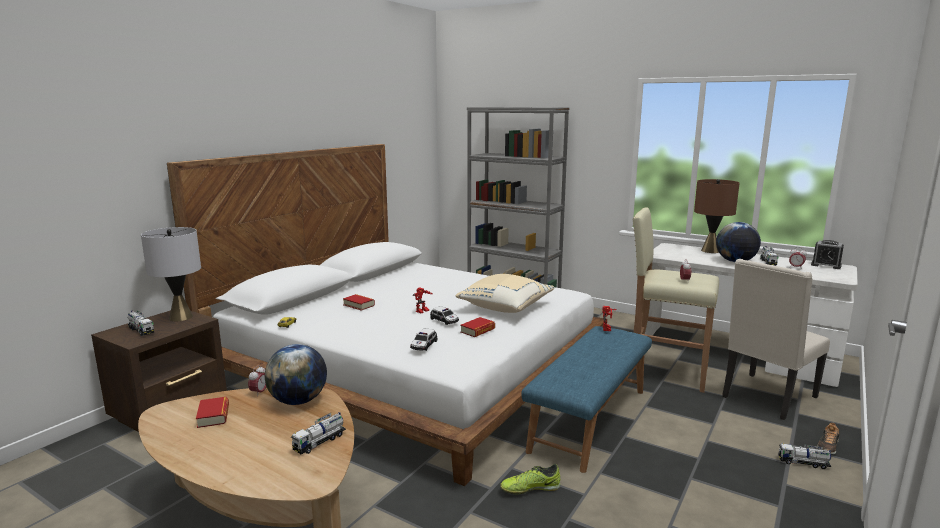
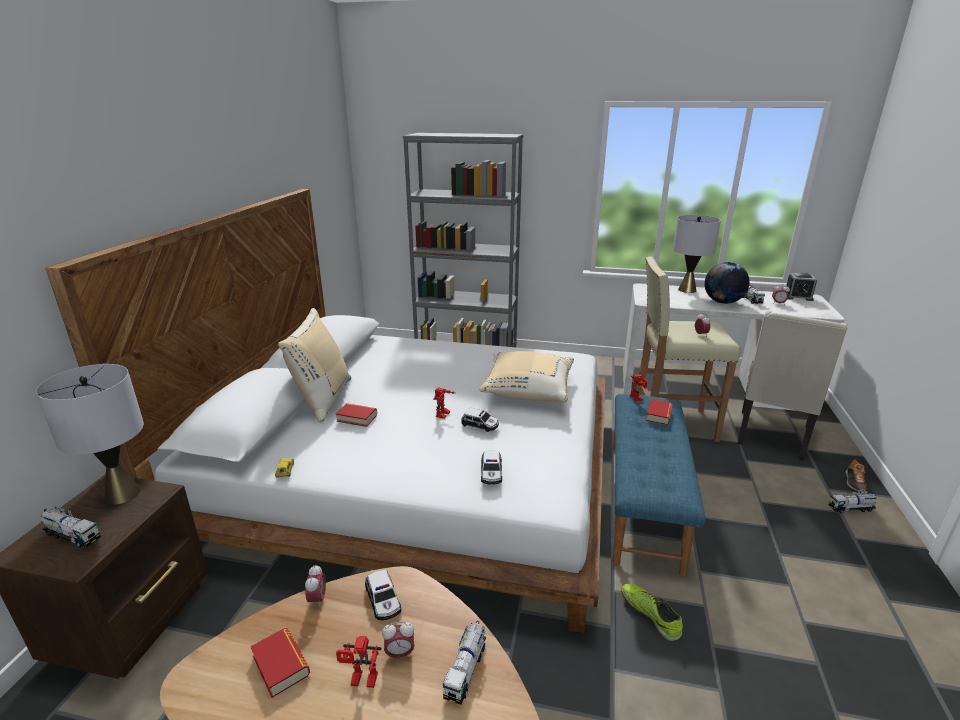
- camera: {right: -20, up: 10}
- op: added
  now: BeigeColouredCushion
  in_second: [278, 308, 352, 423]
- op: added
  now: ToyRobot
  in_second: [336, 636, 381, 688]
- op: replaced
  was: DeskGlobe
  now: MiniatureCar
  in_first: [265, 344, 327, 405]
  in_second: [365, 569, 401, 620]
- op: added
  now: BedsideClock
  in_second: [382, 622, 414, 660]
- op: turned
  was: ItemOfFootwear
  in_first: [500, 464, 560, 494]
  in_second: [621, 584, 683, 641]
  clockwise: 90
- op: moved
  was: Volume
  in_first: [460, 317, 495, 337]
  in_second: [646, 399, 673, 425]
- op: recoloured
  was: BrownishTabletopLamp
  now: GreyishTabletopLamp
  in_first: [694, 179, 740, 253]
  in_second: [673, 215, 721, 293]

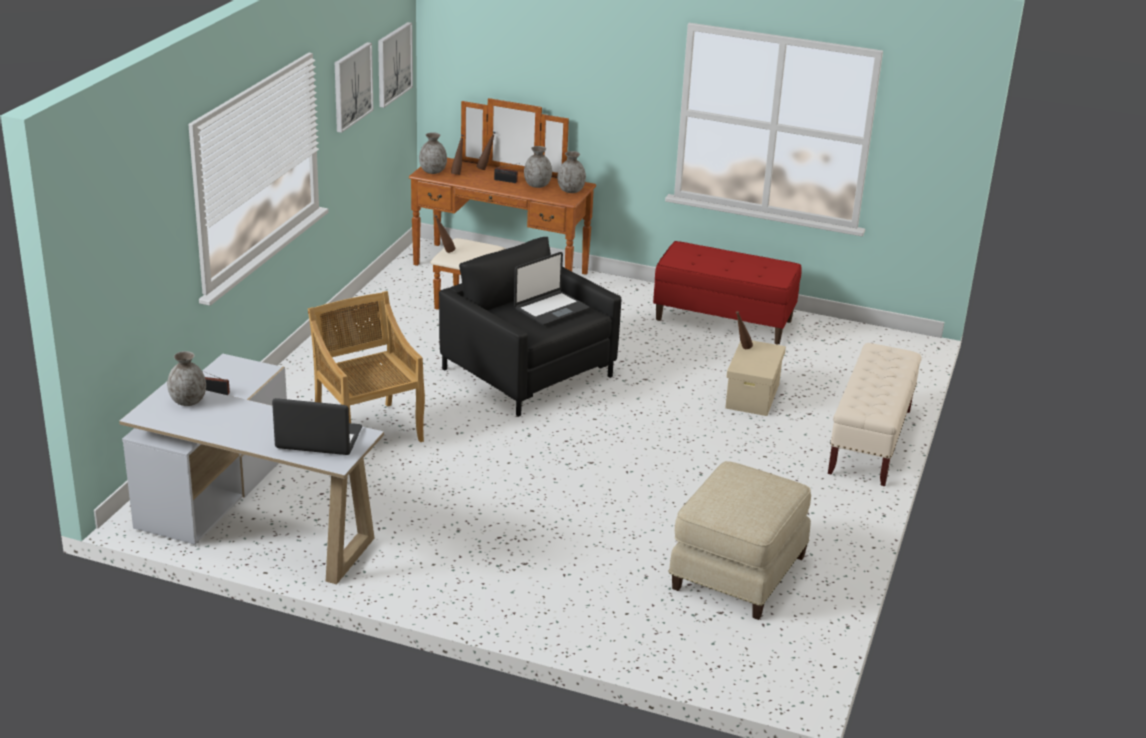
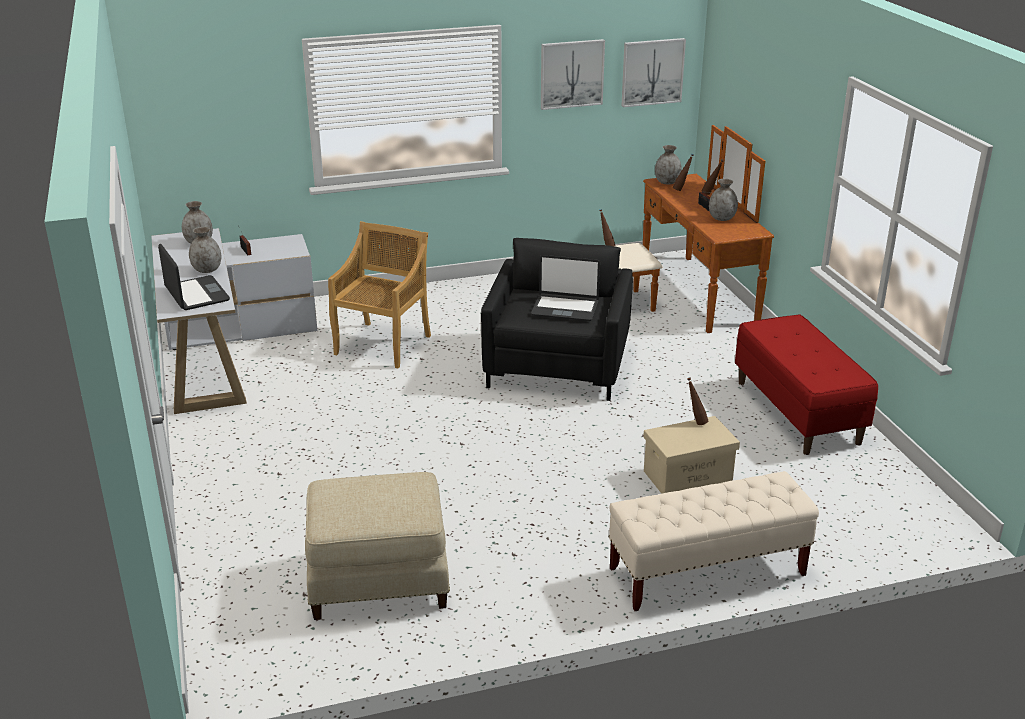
- camera: {right: 55, up: 0}
- op: moved
  was: GreyishVase
  in_first: [557, 151, 586, 193]
  in_second: [189, 227, 221, 273]

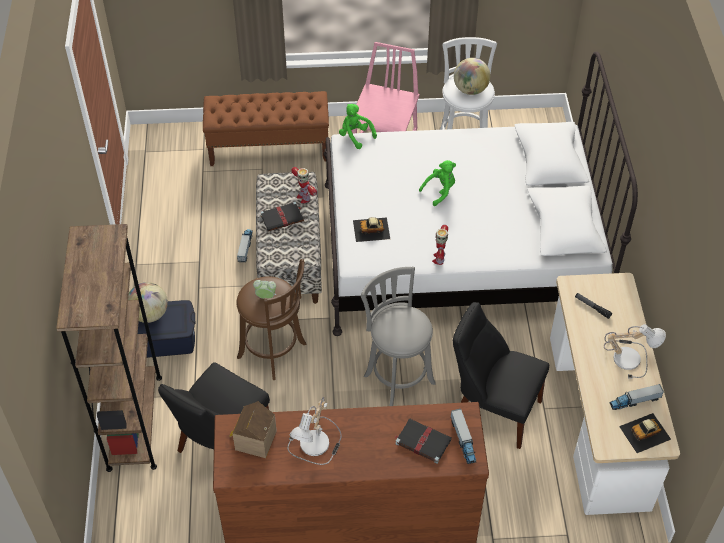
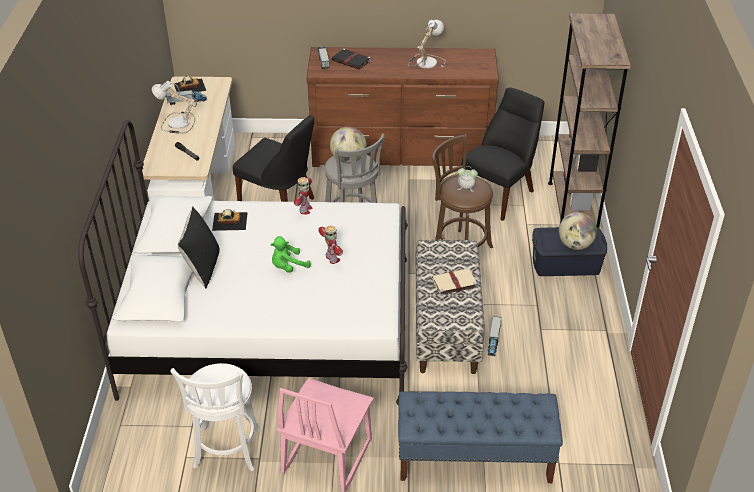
- camera: {right: -175, up: -10}
- op: added
  now: BlackishCushion
  in_second: [178, 206, 220, 289]
- op: moved
  was: MiniatureCar
  in_first: [353, 217, 390, 242]
  in_second: [212, 209, 248, 231]
- op: moved
  was: ToyRobot
  in_first: [291, 167, 317, 203]
  in_second: [318, 225, 343, 264]
- op: moved
  was: DeskGlobe
  in_first: [454, 58, 490, 95]
  in_second: [330, 127, 367, 163]
- op: recoloured
  was: BrownishIndoorBench
  now: BluishIndoorBench
  in_first: [203, 91, 329, 166]
  in_second: [398, 391, 563, 483]
- op: recoloured
  was: BlackishVolume
  now: BeigeColouredVolume
  in_first: [260, 202, 304, 231]
  in_second: [432, 268, 478, 295]
- op: removed
  was: ModelHouse
  in_first: [229, 401, 277, 458]
- op: removed
  was: GreenColouredSoftToy
  in_first: [339, 104, 377, 149]

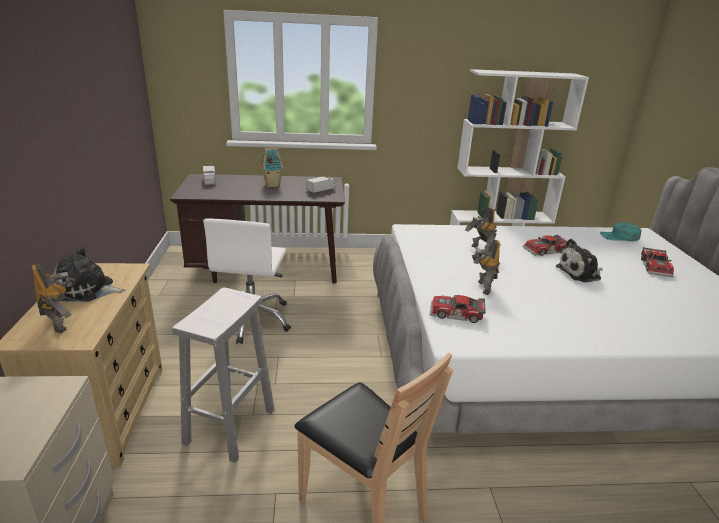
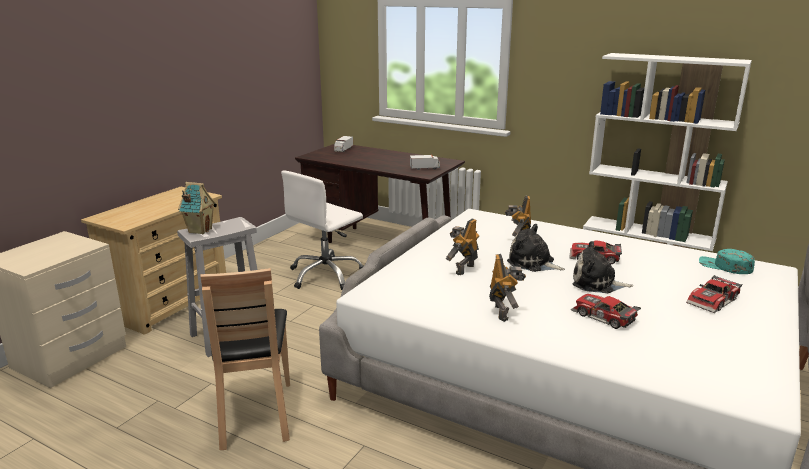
- camera: {right: 35, up: -5}
- op: moved
  was: ModelHouse
  in_first: [261, 148, 283, 187]
  in_second: [178, 182, 216, 235]
- op: moved
  was: ToyRobot
  in_first: [32, 263, 75, 333]
  in_second: [489, 254, 526, 322]
- op: moved
  was: SoftToy
  in_first: [53, 246, 126, 302]
  in_second: [507, 224, 565, 272]
- op: moved
  was: MiniatureCar
  in_first: [430, 295, 486, 323]
  in_second: [571, 294, 641, 329]

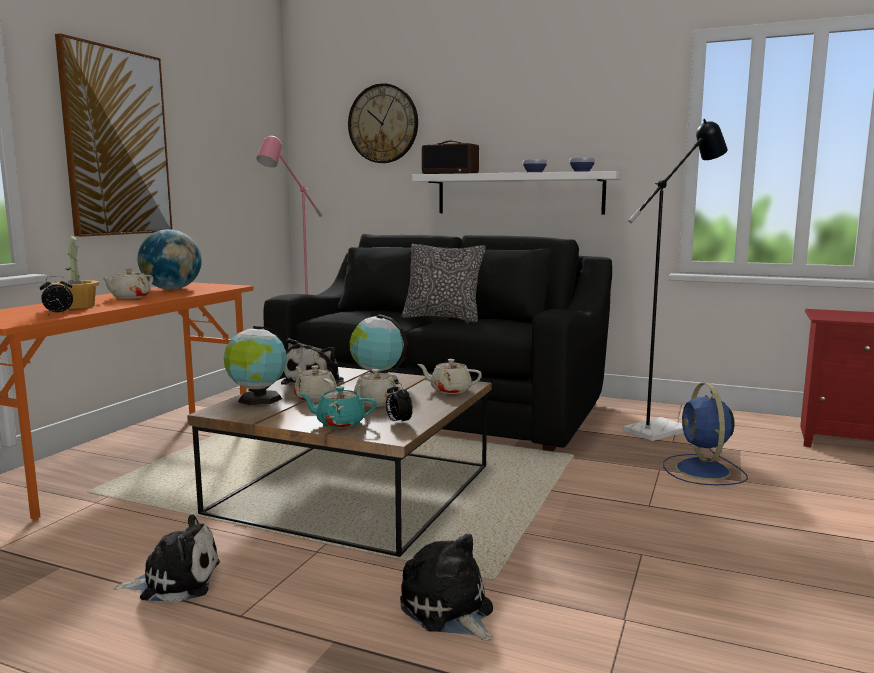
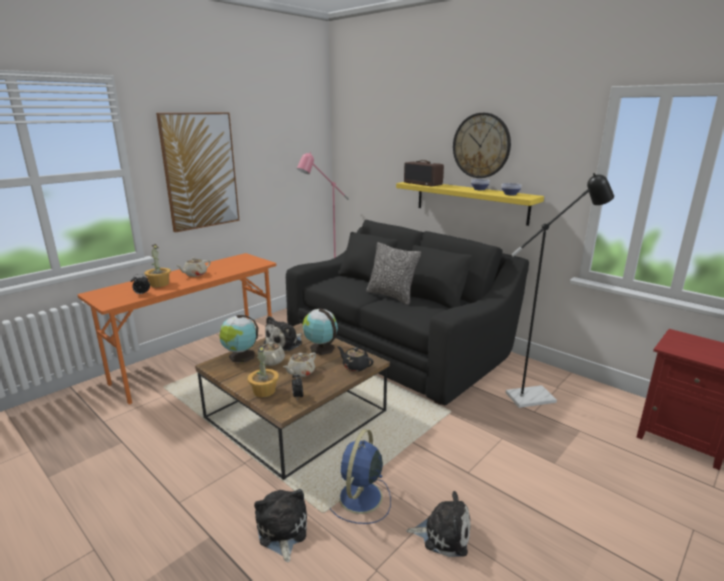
- camera: {right: 20, up: 10}
- op: replaced
  was: TurquoisePotForTea
  now: PottedPlant
  in_first: [300, 386, 377, 428]
  in_second: [248, 345, 279, 397]
- op: moved
  was: BluishElectricFan
  in_first: [663, 383, 748, 485]
  in_second: [330, 429, 391, 524]
- op: recoloured
  was: BeigeColouredPotForTea
  now: BlackishPotForTea
  in_first: [417, 359, 482, 394]
  in_second: [337, 346, 374, 372]
- op: recoloured
  was: WhitishWallShelf
  now: YellowWallShelf
  in_first: [412, 171, 622, 214]
  in_second: [396, 182, 544, 226]
- op: moved
  was: SoftToy
  in_first: [113, 514, 220, 602]
  in_second: [406, 491, 471, 557]
- op: moved
  was: WallClock
  in_first: [348, 83, 418, 163]
  in_second: [453, 113, 511, 178]
- op: removed
  was: DeskGlobe
  in_first: [138, 229, 202, 290]

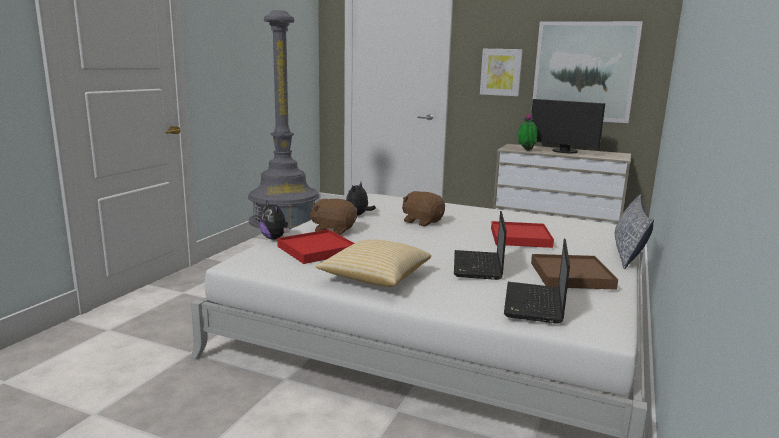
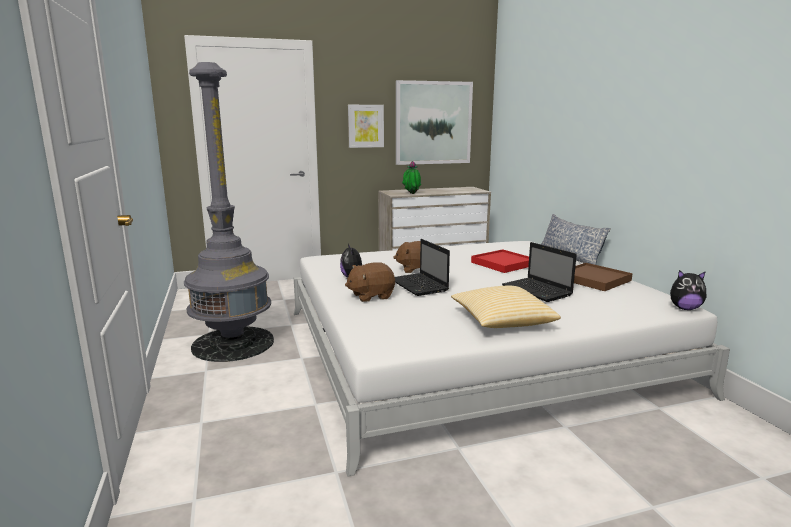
- camera: {right: -40, up: 0}
- op: moved
  was: NotebookComputer
  in_first: [504, 239, 570, 324]
  in_second: [395, 239, 450, 296]
- op: moved
  was: SoftToy
  in_first: [259, 200, 290, 240]
  in_second: [670, 270, 706, 310]
- op: removed
  was: RedColouredServingTray
  in_first: [277, 230, 355, 264]
- op: removed
  was: ComputerScreen
  in_first: [531, 99, 605, 153]

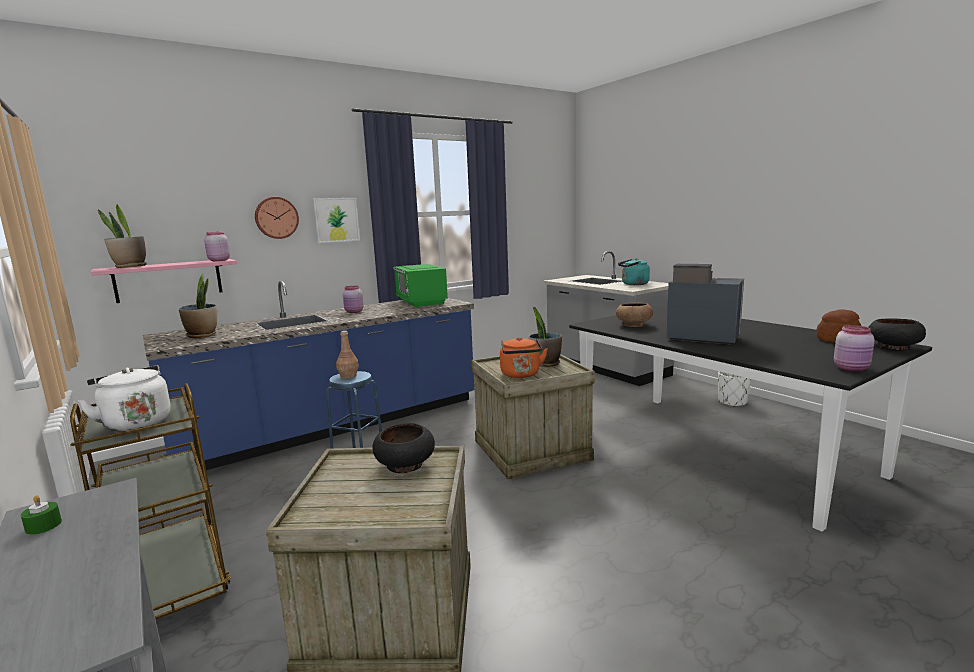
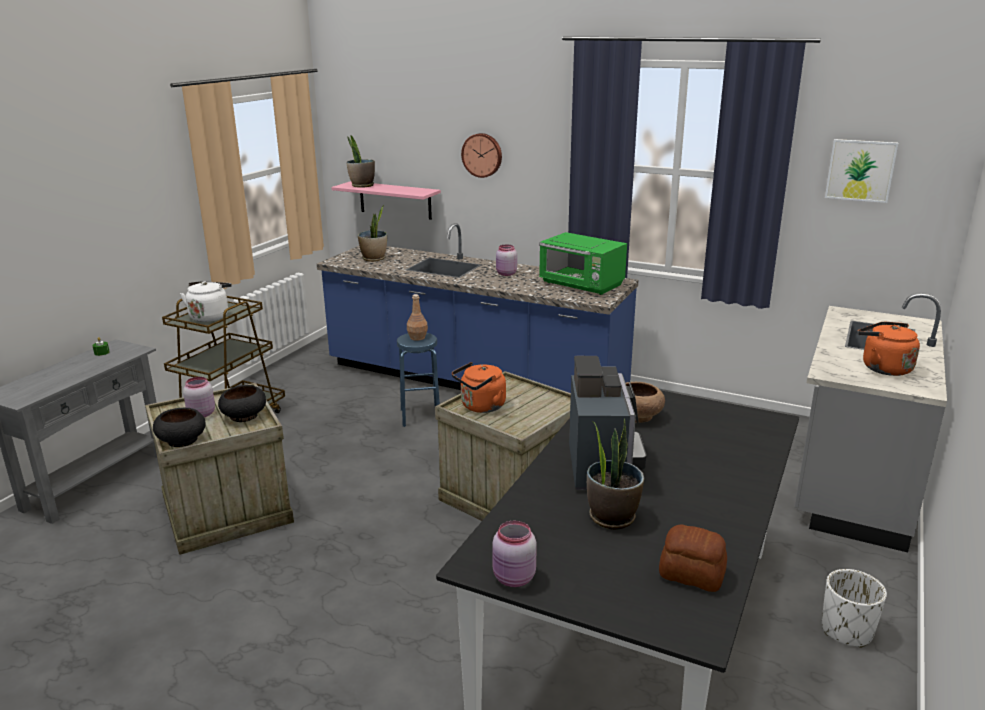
- camera: {right: 60, up: 10}
- op: moved
  was: BlackishDeepDish
  in_first: [868, 318, 926, 351]
  in_second: [153, 408, 206, 447]
- op: moved
  was: PinkishStorageJar
  in_first: [204, 232, 230, 261]
  in_second: [183, 377, 215, 417]
- op: turned
  was: GreenColouredMicrowave
  in_first: [393, 264, 448, 308]
  in_second: [539, 232, 627, 295]
  clockwise: -90
- op: moved
  was: PottedPlant
  in_first: [529, 307, 562, 367]
  in_second: [587, 418, 644, 530]
- op: moved
  was: Picture
  in_first: [313, 198, 360, 243]
  in_second: [825, 139, 898, 203]
- op: recoloured
  was: TurquoiseWaterKettle
  now: OrangeWaterKettle
  in_first: [618, 258, 650, 285]
  in_second: [858, 322, 920, 376]

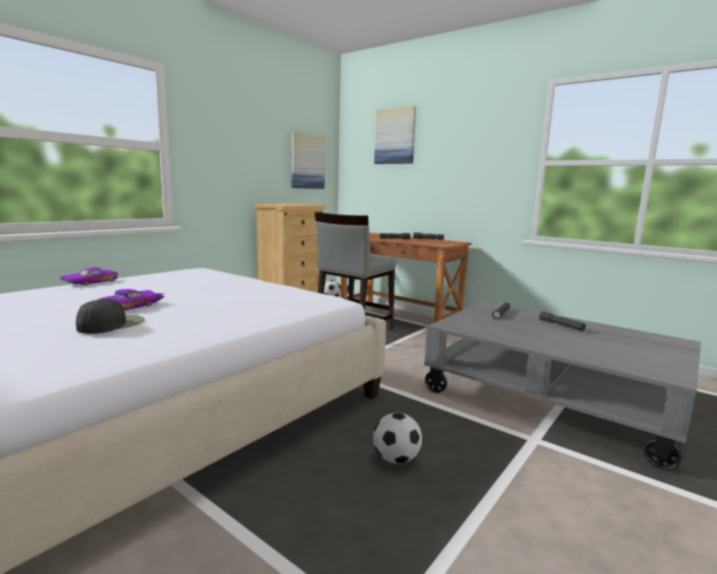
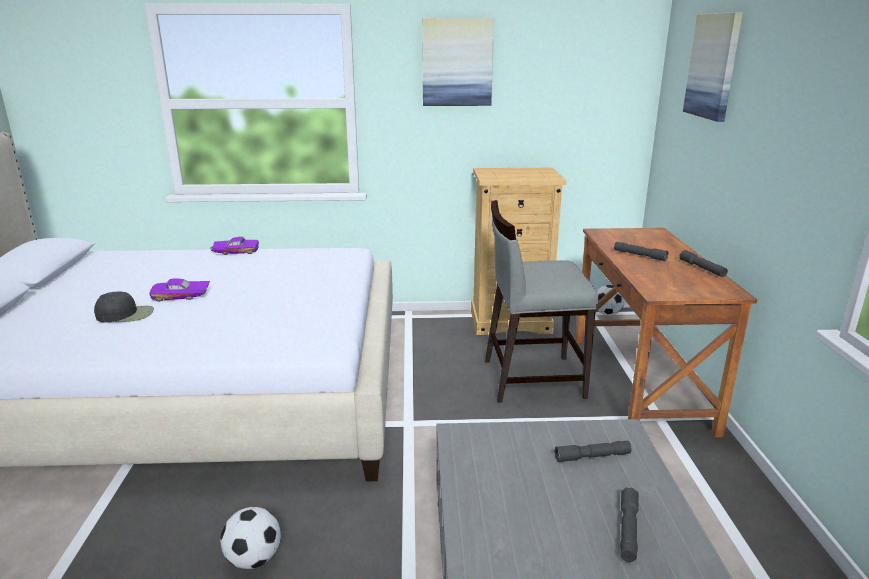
- camera: {right: 50, up: 10}
- op: moved
  was: Picture
  in_first: [291, 133, 325, 189]
  in_second: [422, 18, 494, 106]

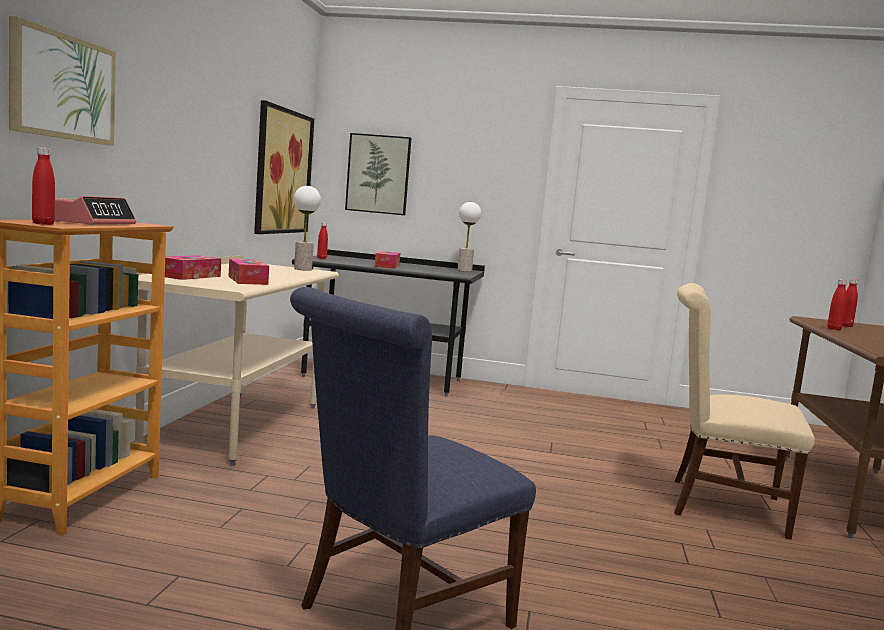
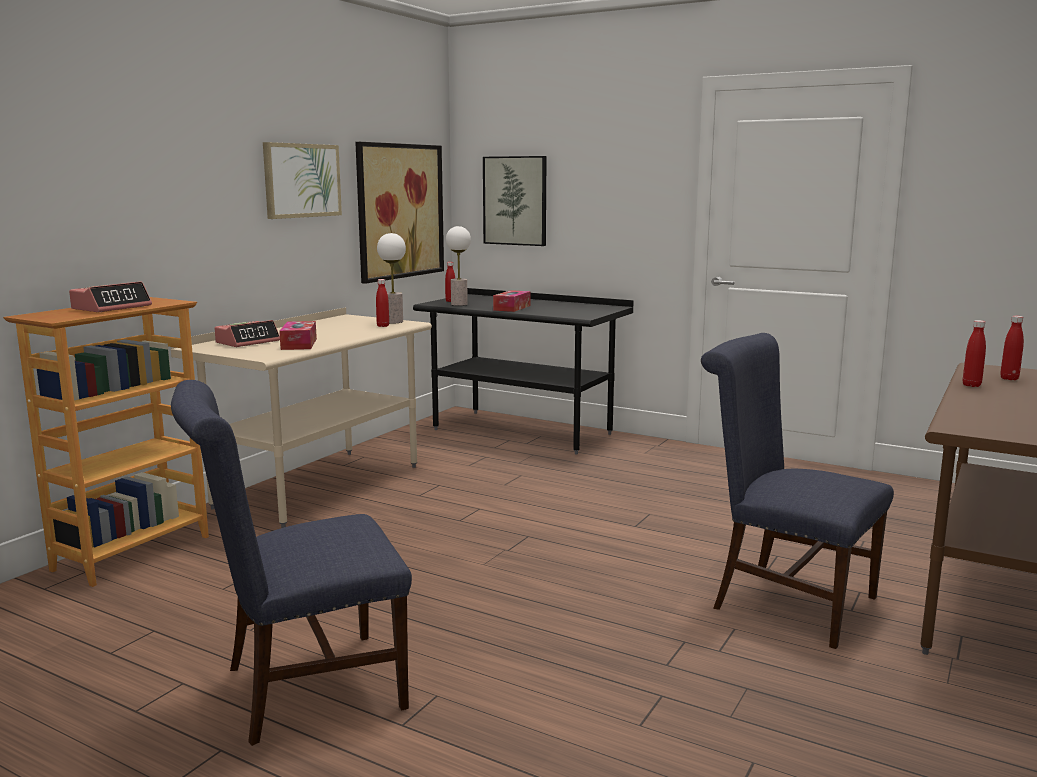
- camera: {right: 20, up: 5}
- op: replaced
  was: TissueBox
  now: BedsideClock
  in_first: [165, 255, 221, 280]
  in_second: [214, 320, 280, 347]
- op: moved
  was: Picture
  in_first: [9, 16, 116, 146]
  in_second: [263, 142, 342, 219]
- op: moved
  was: RedColouredBeverageBottle
  in_first: [32, 147, 55, 225]
  in_second: [376, 279, 389, 327]
- op: moved
  was: TabletopLamp
  in_first: [458, 202, 481, 272]
  in_second: [446, 226, 471, 306]
- op: recoloured
  was: BeigeColouredUprightChair
  now: BluishUprightChair
  in_first: [674, 283, 815, 540]
  in_second: [701, 333, 894, 649]

